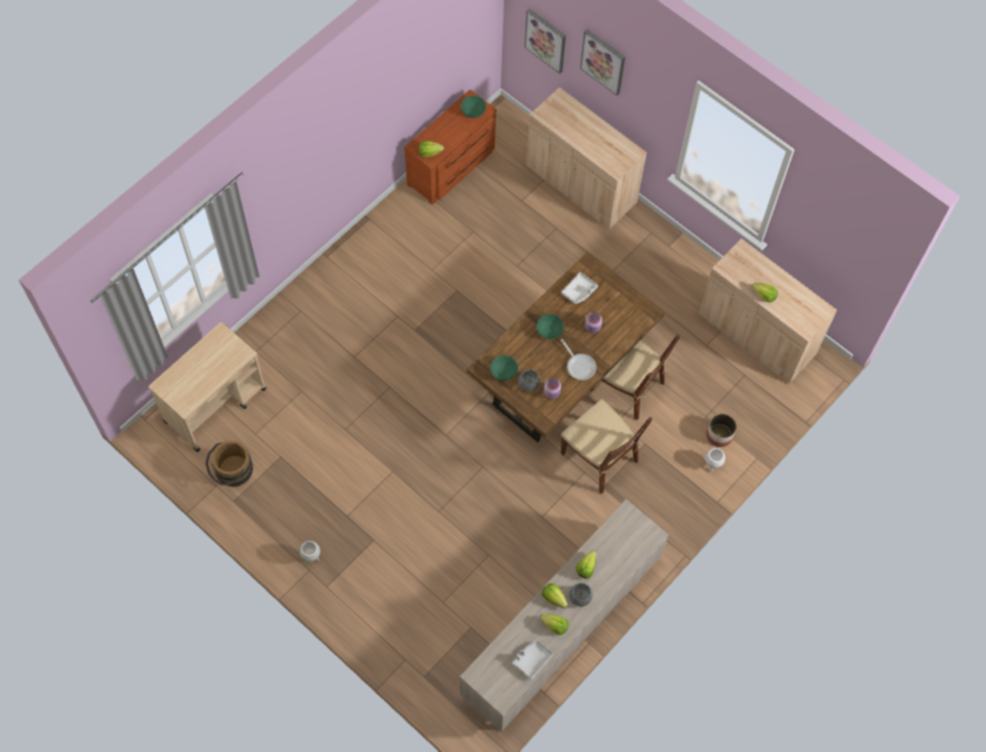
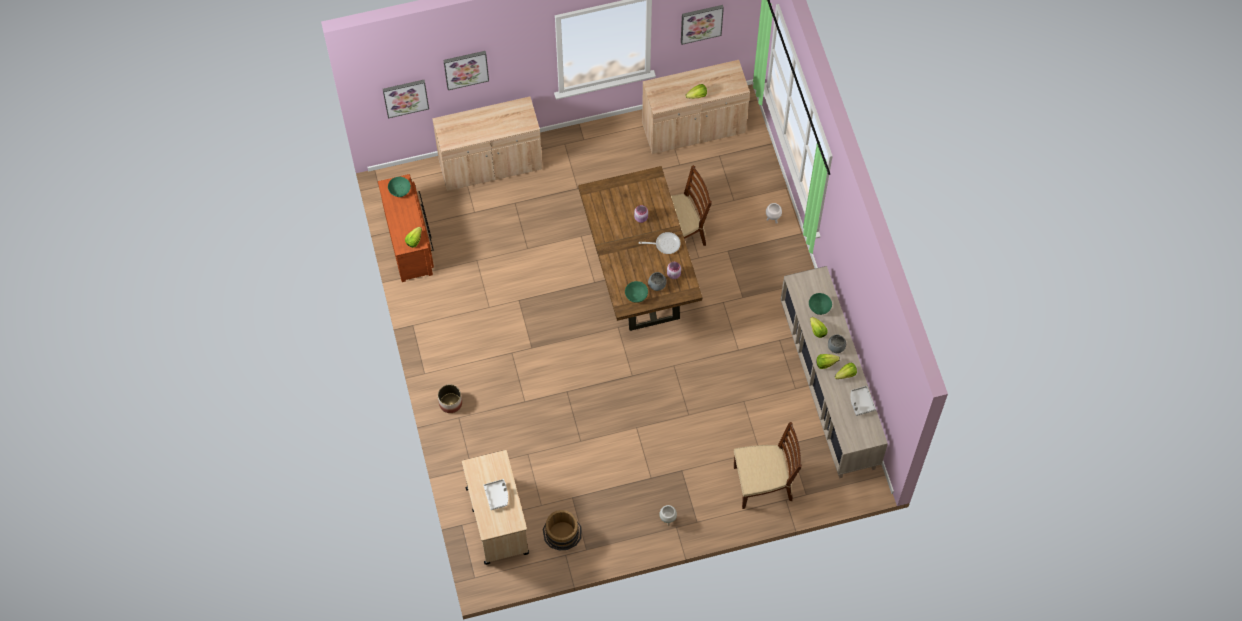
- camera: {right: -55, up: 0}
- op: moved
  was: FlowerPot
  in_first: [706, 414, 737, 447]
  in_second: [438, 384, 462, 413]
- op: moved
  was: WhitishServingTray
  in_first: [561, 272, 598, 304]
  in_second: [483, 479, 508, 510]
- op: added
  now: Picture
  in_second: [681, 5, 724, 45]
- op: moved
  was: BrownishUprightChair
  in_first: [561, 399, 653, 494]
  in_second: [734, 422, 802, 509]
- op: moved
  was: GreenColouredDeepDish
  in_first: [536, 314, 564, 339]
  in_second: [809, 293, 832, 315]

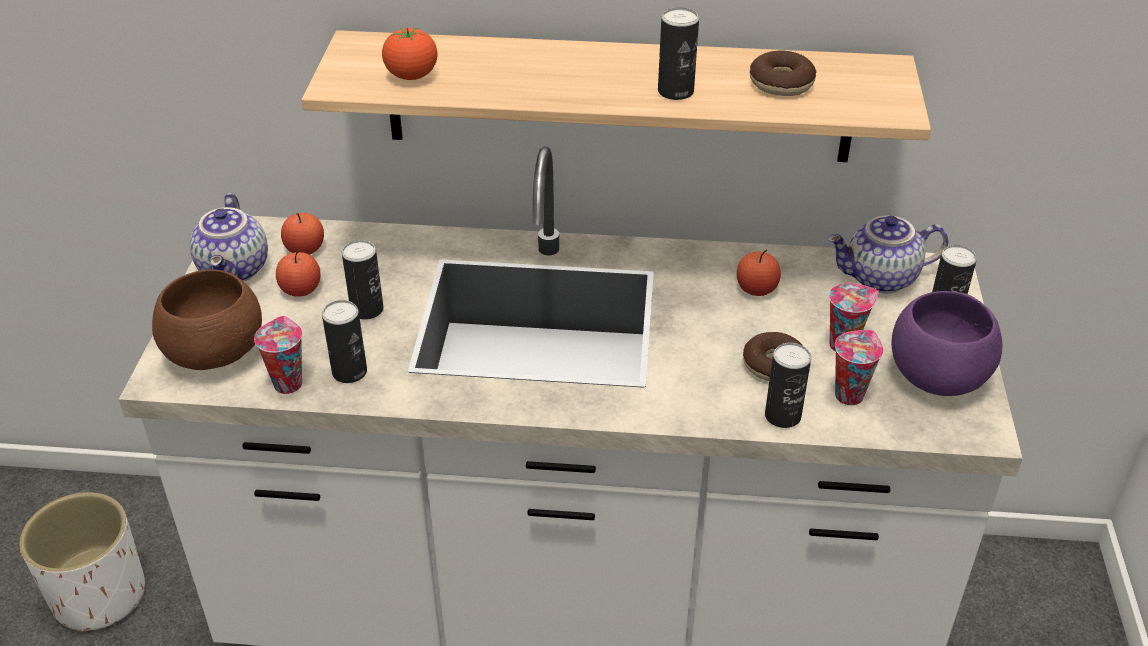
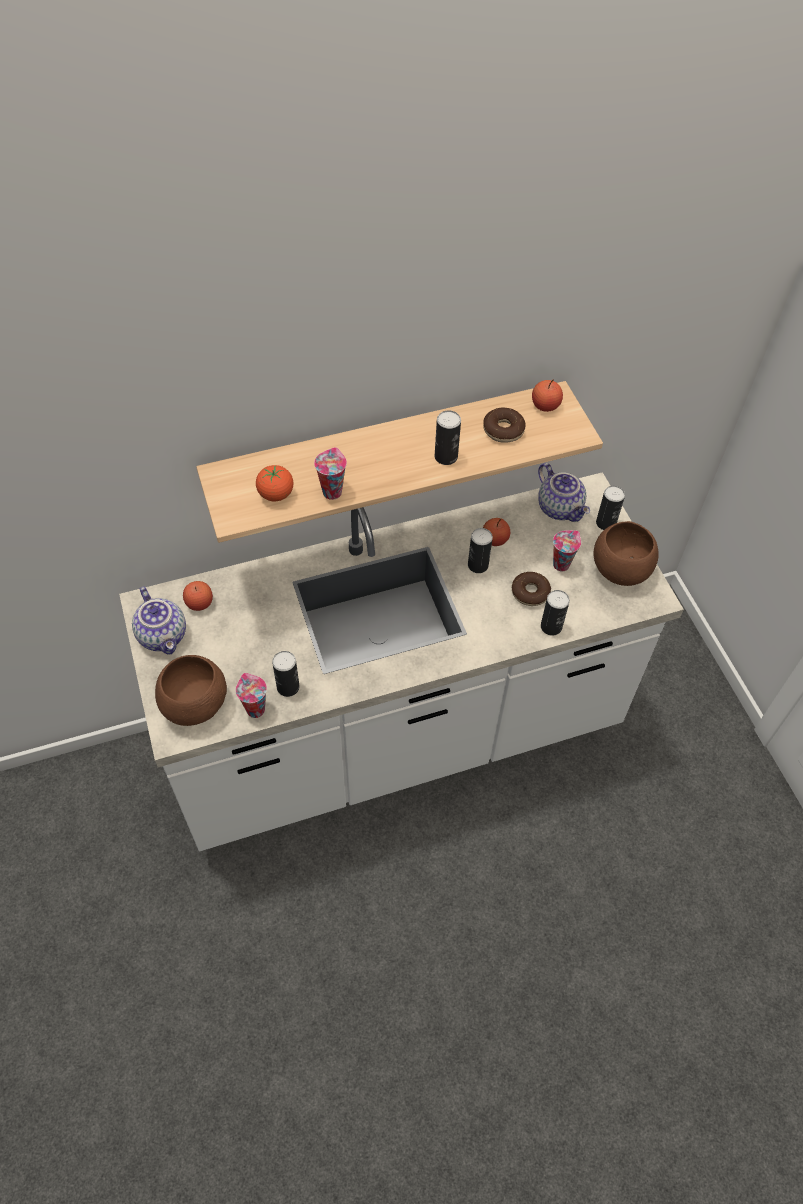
- camera: {right: -25, up: 15}
- op: moved
  was: DrinkingCup
  in_first: [835, 330, 883, 405]
  in_second: [314, 447, 347, 500]
- op: moved
  was: Can
  in_first: [342, 240, 384, 320]
  in_second: [468, 528, 493, 573]
- op: moved
  was: AppleFruit
  in_first: [276, 250, 321, 297]
  in_second: [532, 379, 563, 412]
- op: turned
  was: PotForTea
  in_first: [827, 216, 948, 293]
  in_second: [538, 463, 590, 522]
  clockwise: -90
- op: recoloured
  was: PurpleColouredDeepDish
  now: BrownishDeepDish
  in_first: [892, 291, 1003, 396]
  in_second: [593, 521, 659, 586]
- op: removed
  was: WhitishFlowerPot
  in_first: [19, 492, 145, 633]

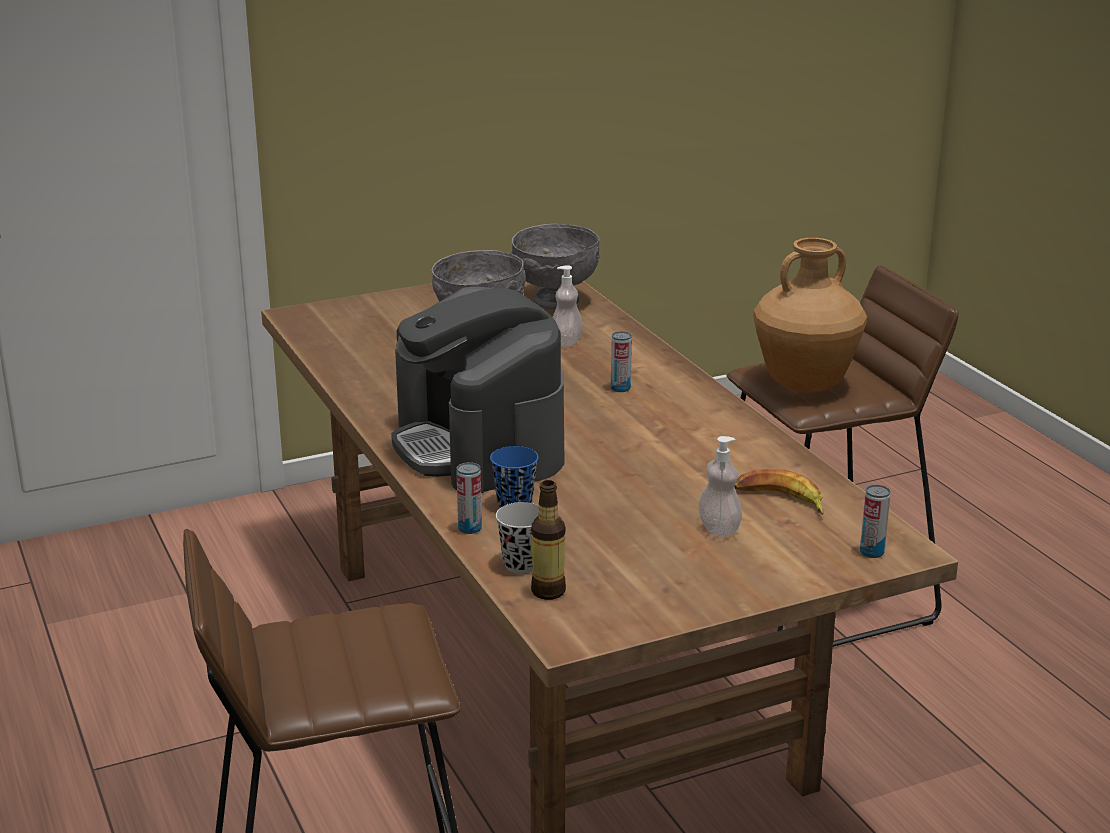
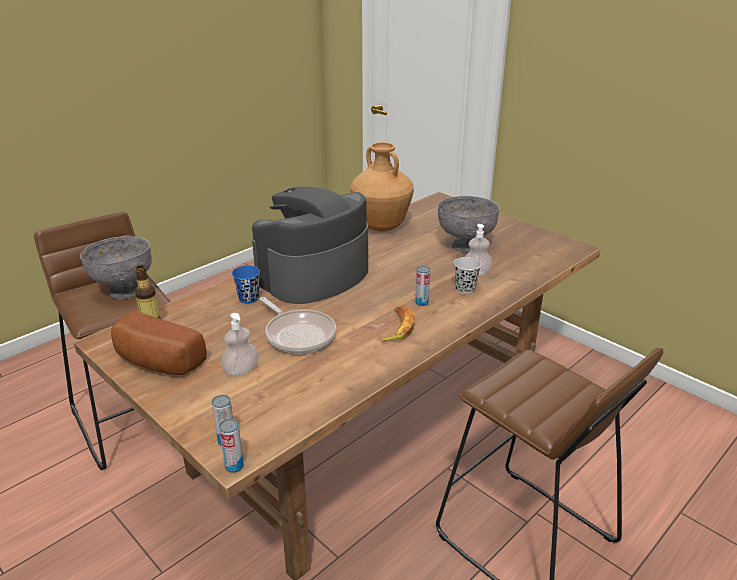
- camera: {right: 70, up: 5}
- op: moved
  was: GreyishDeepDish
  in_first: [512, 224, 600, 310]
  in_second: [80, 236, 152, 299]
- op: added
  now: BakedBread
  in_second: [111, 311, 207, 375]
- op: moved
  was: Can
  in_first: [456, 462, 482, 534]
  in_second: [219, 419, 244, 473]
- op: added
  now: Pan
  in_second: [260, 297, 336, 353]
- op: moved
  was: BrownishVase
  in_first: [753, 238, 867, 393]
  in_second: [351, 142, 414, 232]
- op: moved
  was: WholeBanana
  in_first: [735, 468, 824, 515]
  in_second: [381, 306, 415, 342]
- op: moved
  was: BlackishDrinkingCup
  in_first: [496, 502, 539, 574]
  in_second: [454, 257, 481, 294]

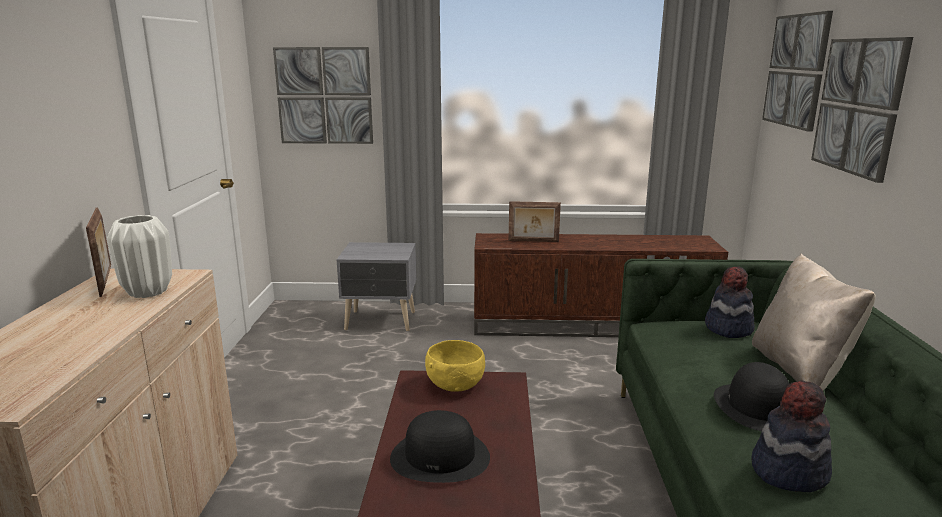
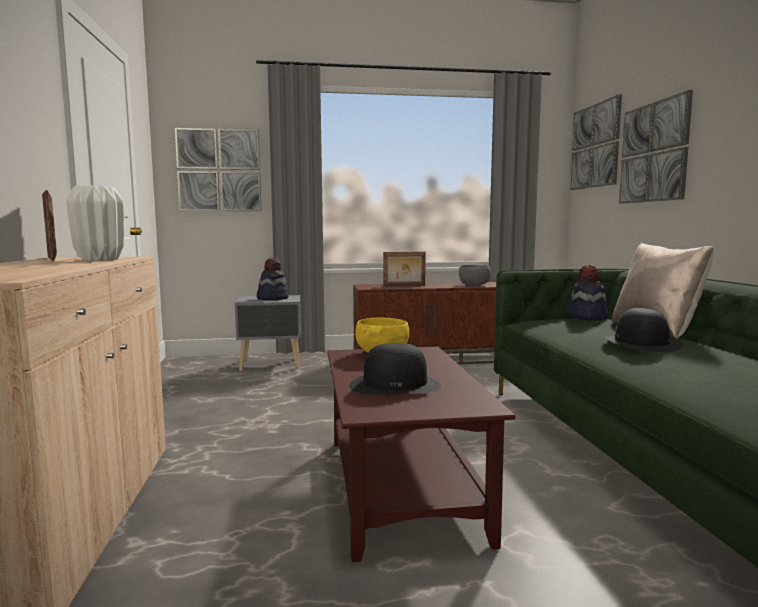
- camera: {right: -10, up: -10}
- op: moved
  was: Hat
  in_first: [751, 380, 832, 492]
  in_second: [257, 258, 289, 300]
- op: added
  now: GreyishDeepDish
  in_second: [459, 265, 491, 286]

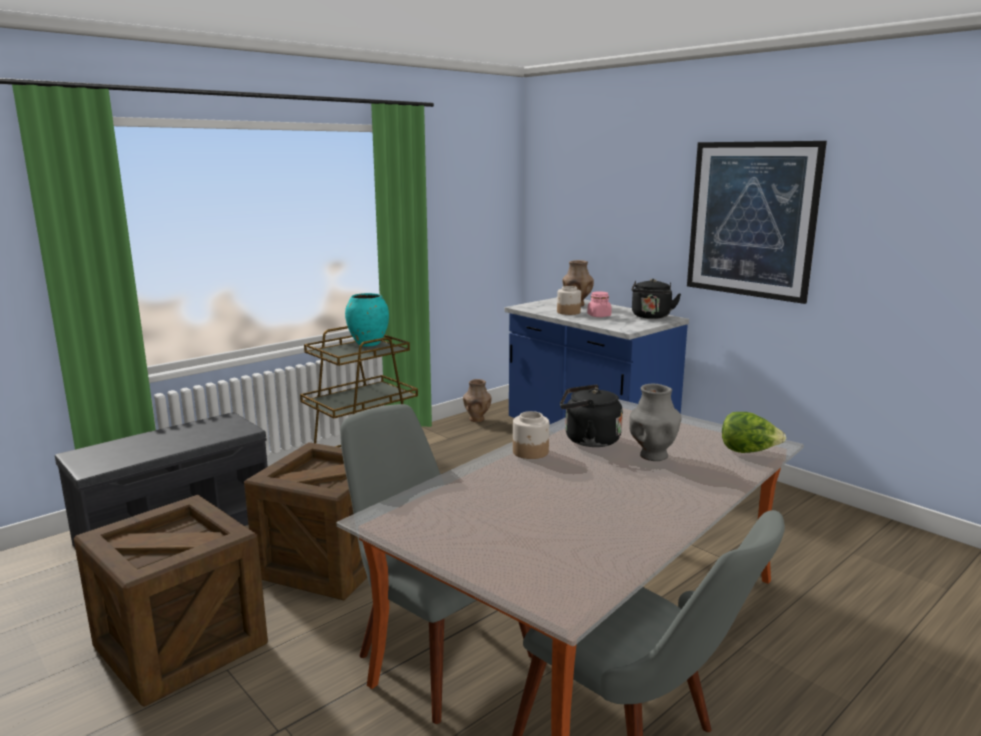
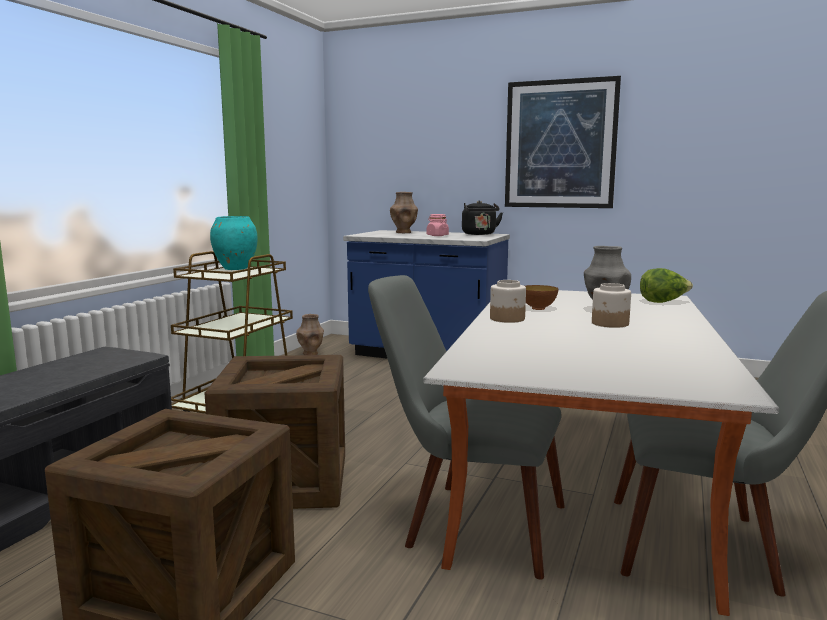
- camera: {right: -25, up: -5}
- op: replaced
  was: BlackishWaterKettle
  now: DeepDish
  in_first: [560, 384, 623, 447]
  in_second: [525, 285, 558, 310]
- op: moved
  was: StorageJar
  in_first: [557, 286, 581, 315]
  in_second: [592, 283, 631, 328]

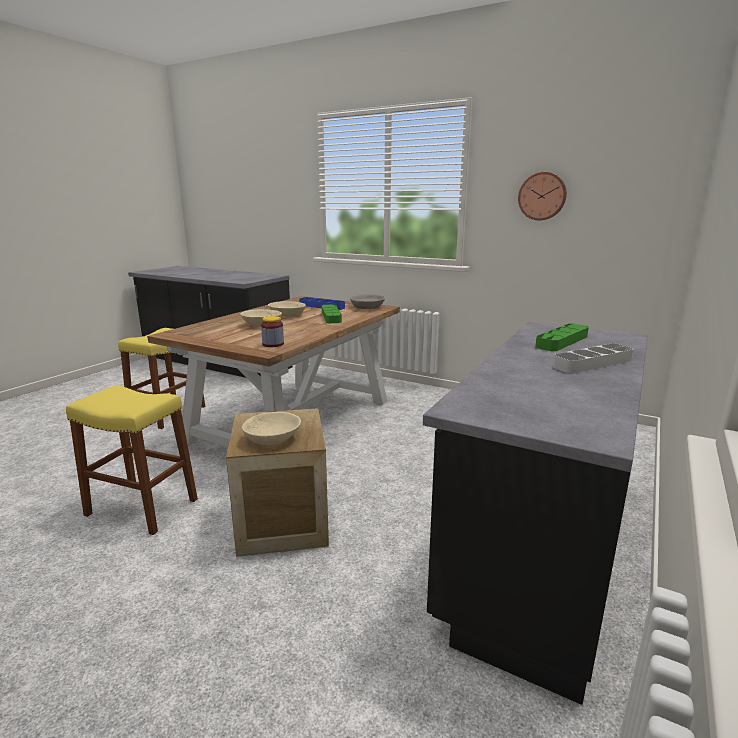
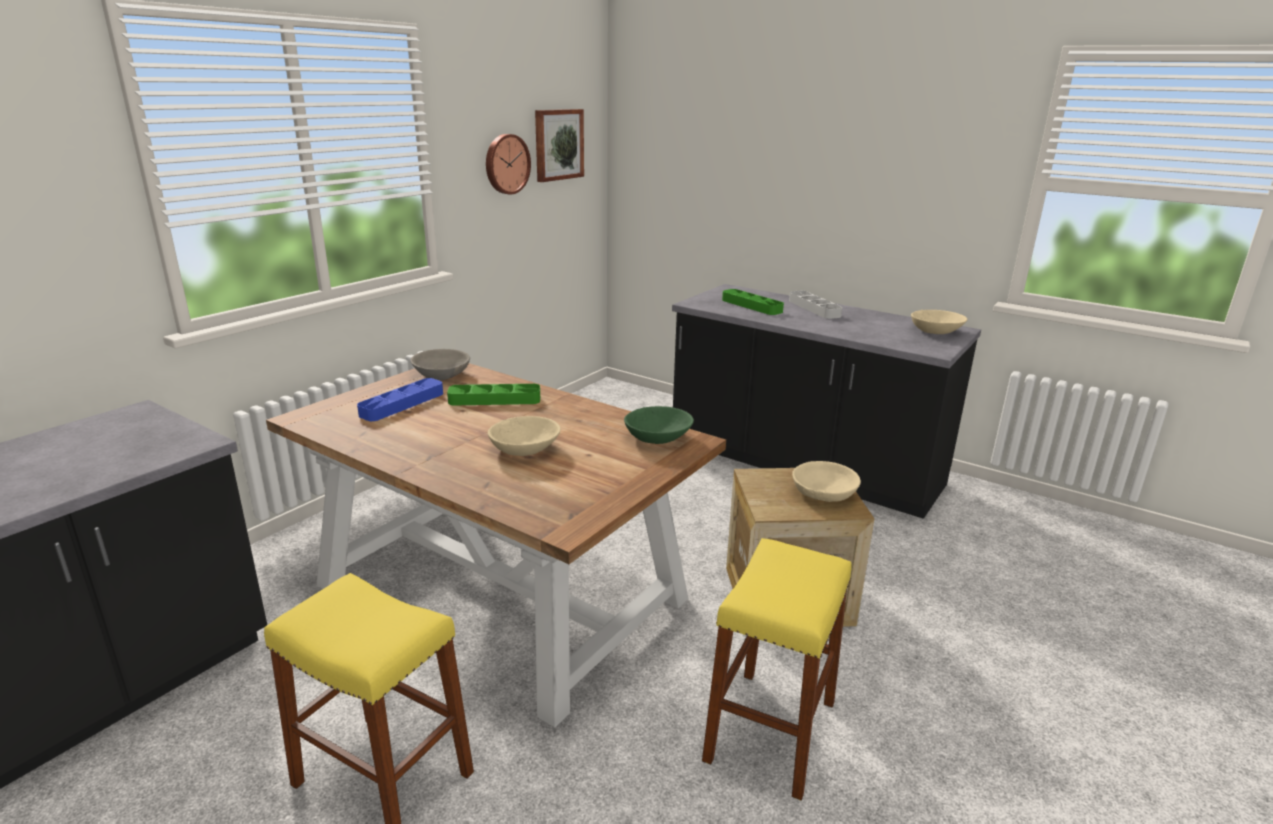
- camera: {right: -85, up: 5}
- op: added
  now: Picture
  in_second: [535, 109, 584, 182]
- op: replaced
  was: StorageJar
  now: GreenColouredDeepDish
  in_first: [261, 316, 284, 347]
  in_second: [624, 406, 694, 444]
- op: moved
  was: BeigeColouredDeepDish
  in_first: [268, 301, 306, 317]
  in_second: [911, 310, 967, 334]

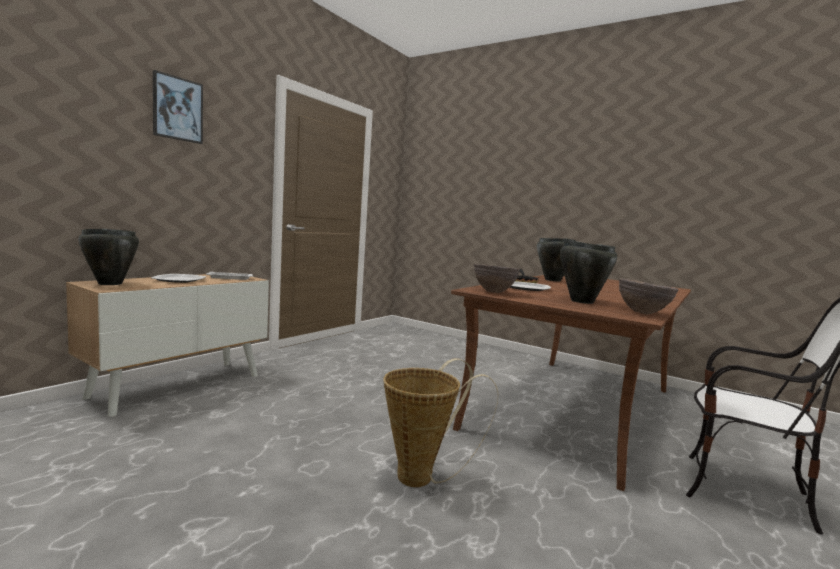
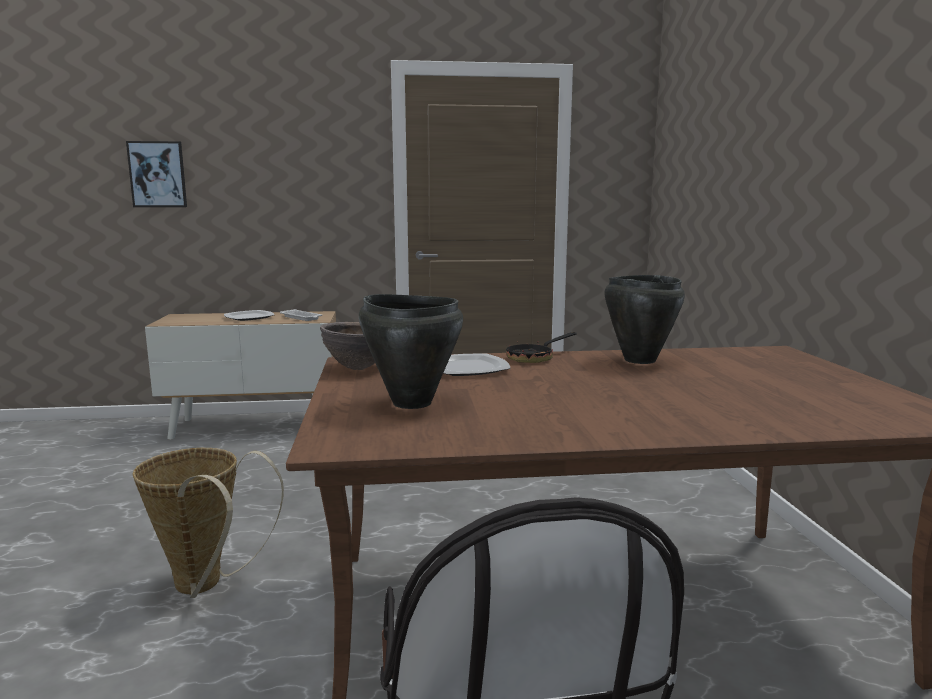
- camera: {right: 50, up: 5}
- op: moved
  was: Picture
  in_first: [153, 70, 203, 144]
  in_second: [126, 141, 187, 207]
- op: removed
  was: BlackishSaucepot
  in_first: [78, 229, 139, 285]
- op: removed
  was: BrownishDeepDish
  in_first: [619, 278, 679, 315]

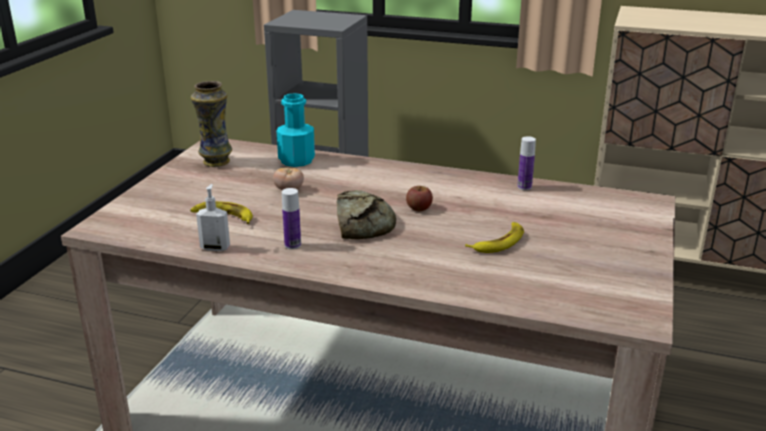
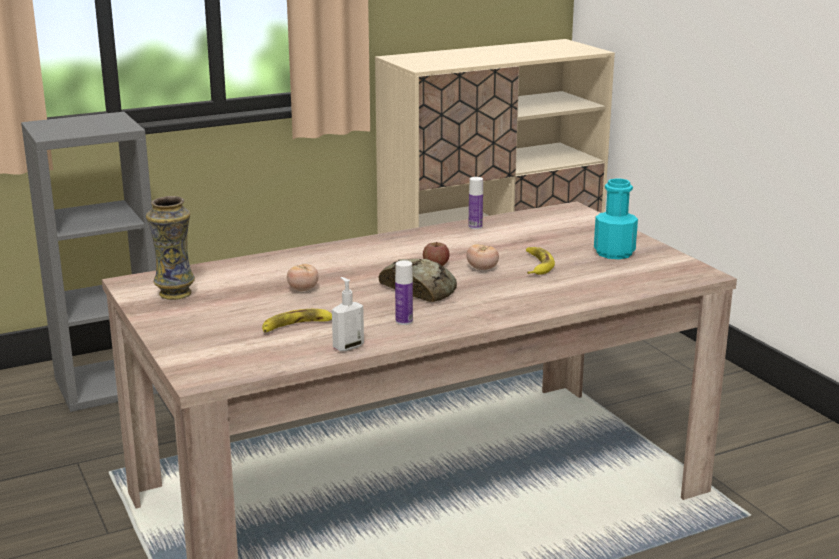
- camera: {right: -45, up: -5}
- op: added
  now: FreshTomato
  in_second: [466, 244, 499, 270]
- op: moved
  was: TurquoiseBeverageBottle
  in_first: [276, 93, 315, 167]
  in_second: [594, 178, 638, 259]

